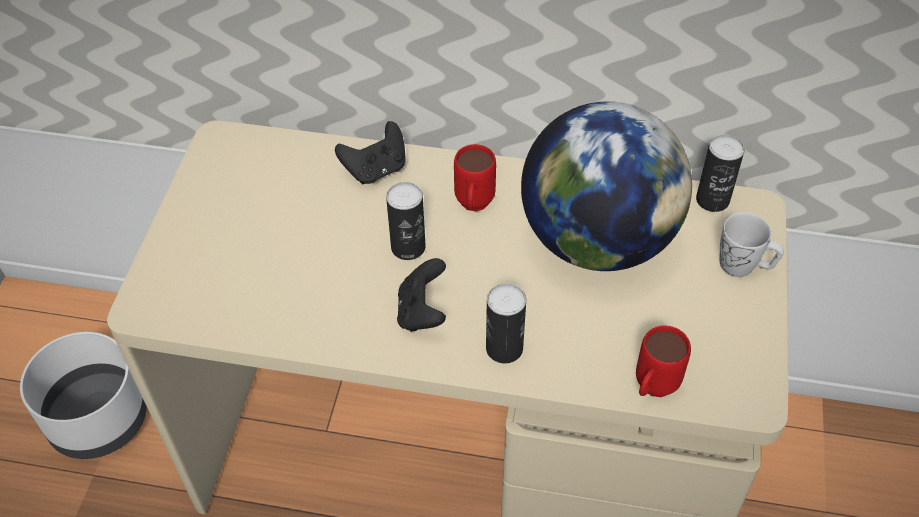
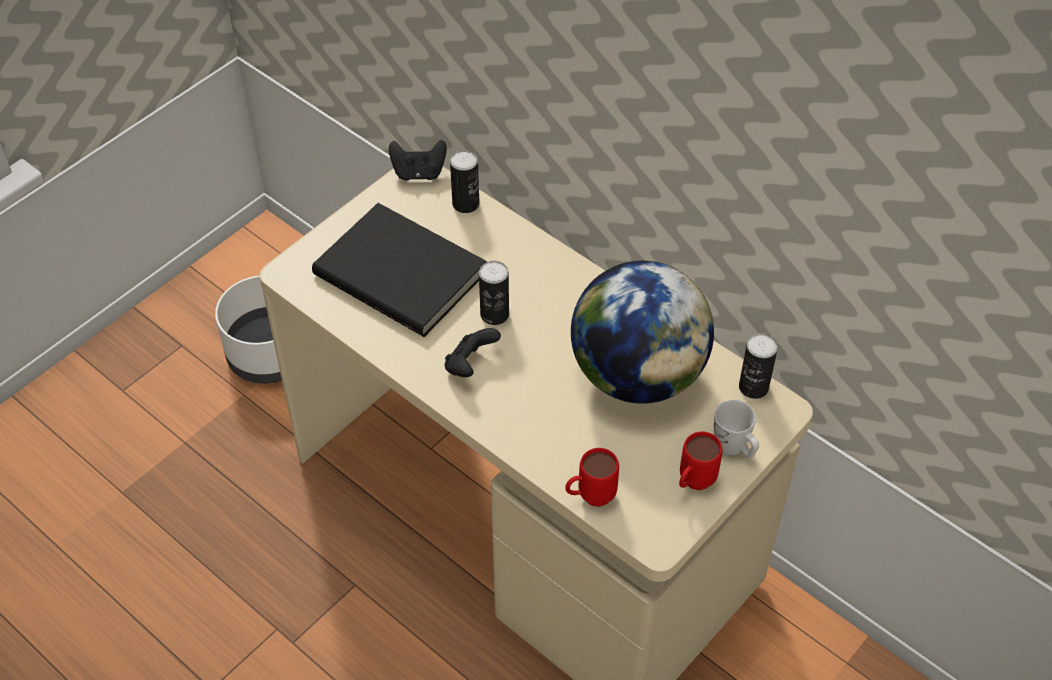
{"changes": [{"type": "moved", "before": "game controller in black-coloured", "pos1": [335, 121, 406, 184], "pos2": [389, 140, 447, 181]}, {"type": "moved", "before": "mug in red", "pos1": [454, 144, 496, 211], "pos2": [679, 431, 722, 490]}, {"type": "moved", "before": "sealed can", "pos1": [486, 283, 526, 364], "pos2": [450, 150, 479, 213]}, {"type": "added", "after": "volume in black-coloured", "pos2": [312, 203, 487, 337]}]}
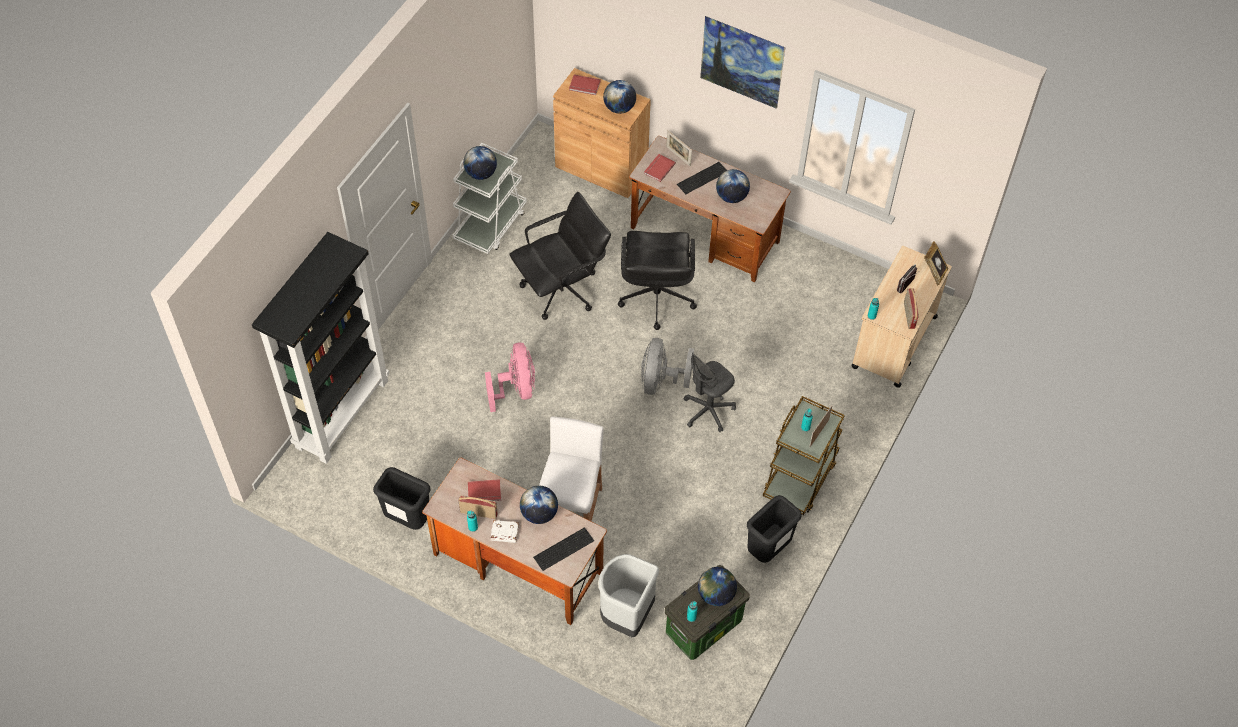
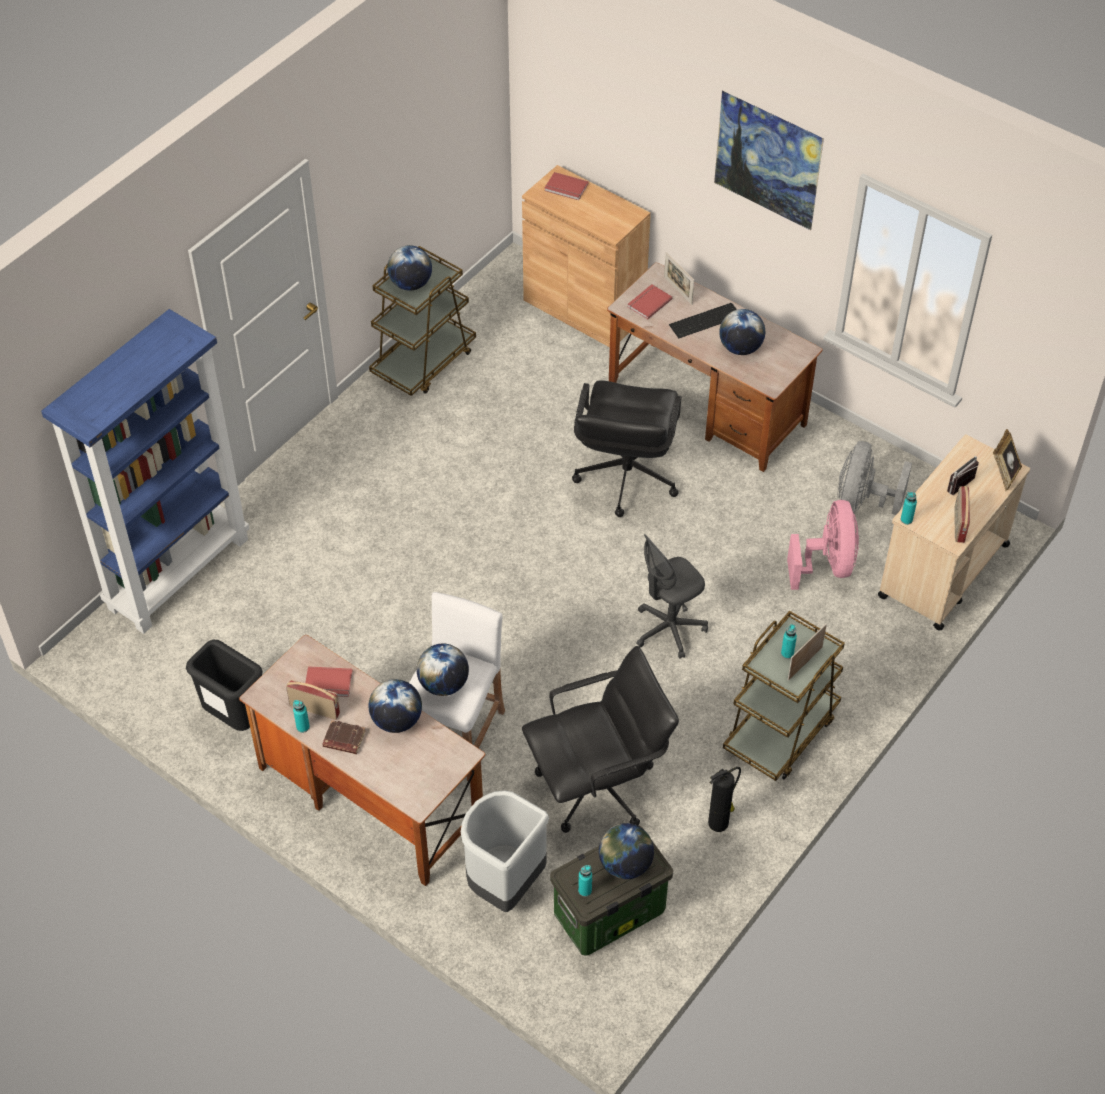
{"changes": [{"type": "recoloured", "before": "bookcase in black-coloured", "after": "bookcase in blue-coloured", "pos1": [252, 232, 390, 464], "pos2": [41, 309, 250, 634]}, {"type": "recoloured", "before": "cart in whitish", "after": "cart in brown-coloured", "pos1": [452, 143, 527, 254], "pos2": [369, 246, 476, 396]}, {"type": "moved", "before": "cooling fan in pink", "pos1": [485, 343, 535, 412], "pos2": [787, 500, 859, 590]}, {"type": "recoloured", "before": "volume in whitish", "after": "volume in brown-coloured", "pos1": [491, 520, 519, 543], "pos2": [323, 720, 366, 754]}, {"type": "moved", "before": "office chair in black-coloured", "pos1": [509, 192, 611, 320], "pos2": [522, 646, 679, 833]}, {"type": "removed", "before": "PC keyboard", "pos1": [533, 527, 594, 571]}, {"type": "moved", "before": "desk globe", "pos1": [603, 80, 636, 114], "pos2": [417, 644, 469, 696]}, {"type": "moved", "before": "cooling fan in grey", "pos1": [641, 338, 694, 395], "pos2": [837, 441, 912, 515]}, {"type": "replaced", "before": "trash can in black-coloured", "after": "extinguisher", "pos1": [747, 495, 802, 563], "pos2": [708, 767, 741, 832]}]}
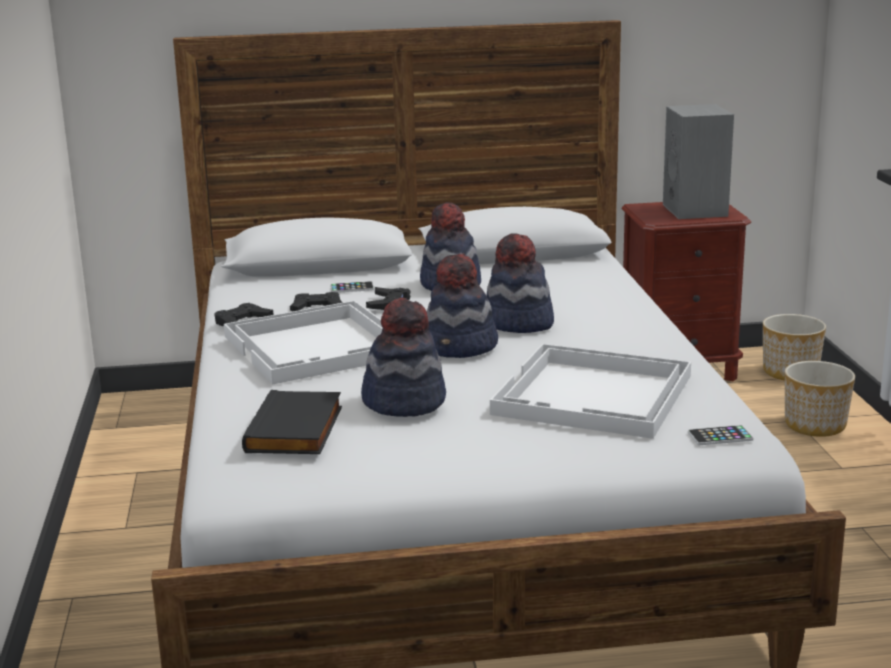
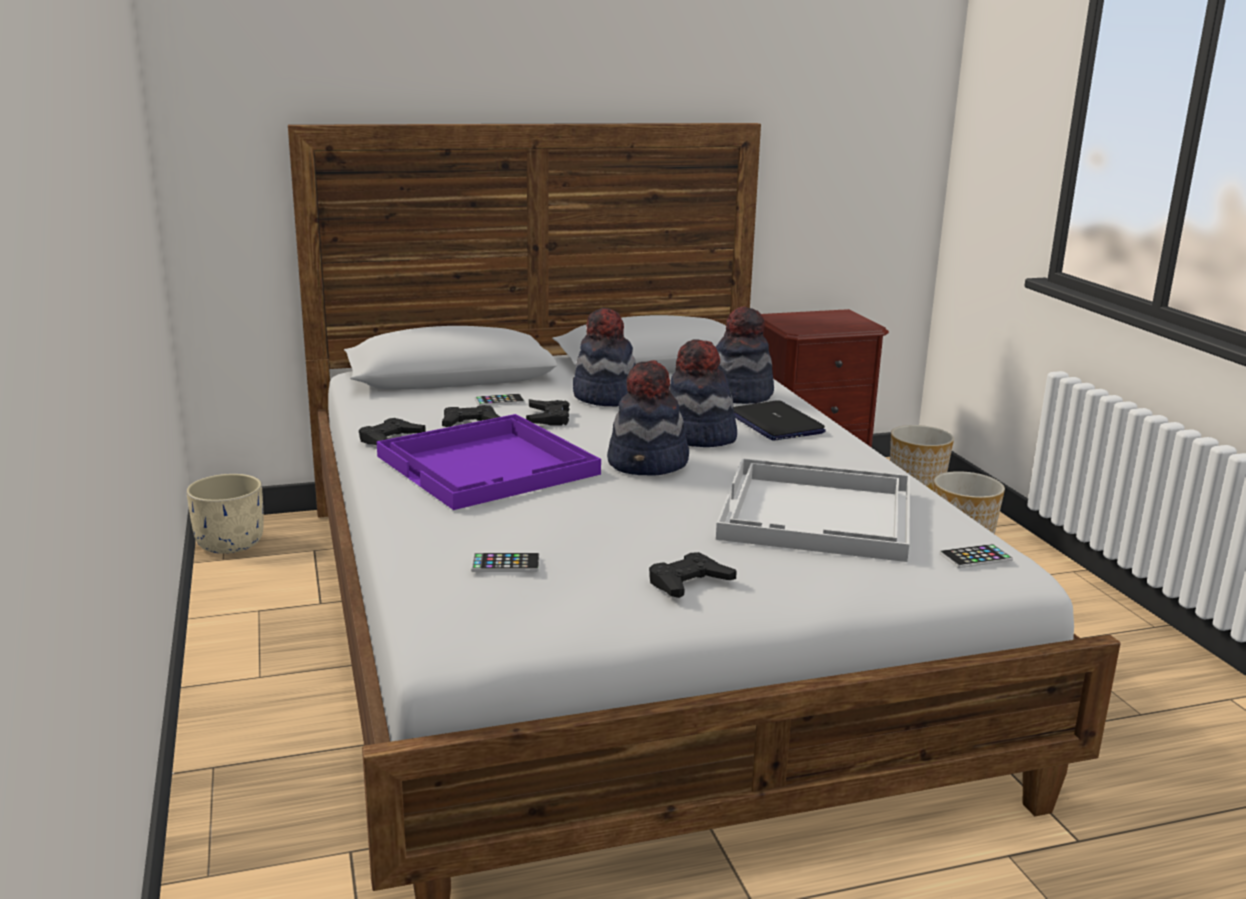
{"changes": [{"type": "recoloured", "before": "carrying tray in whitish", "after": "carrying tray in purplish", "pos1": [224, 301, 383, 385], "pos2": [377, 414, 601, 510]}, {"type": "replaced", "before": "volume in black-coloured", "after": "phone", "pos1": [242, 390, 342, 454], "pos2": [471, 553, 540, 572]}, {"type": "moved", "before": "clothing hat", "pos1": [361, 298, 446, 417], "pos2": [716, 306, 774, 404]}, {"type": "removed", "before": "speaker in grey", "pos1": [663, 104, 734, 219]}, {"type": "added", "after": "plant pot in sand-coloured", "pos2": [186, 474, 264, 554]}, {"type": "added", "after": "game controller in black-coloured", "pos2": [649, 552, 737, 598]}, {"type": "added", "after": "portable computer", "pos2": [733, 400, 826, 441]}]}
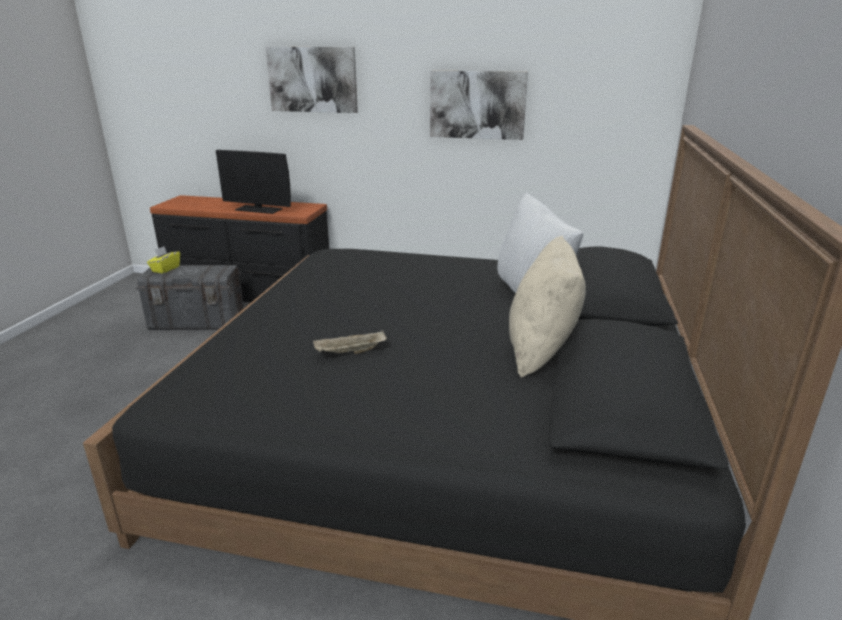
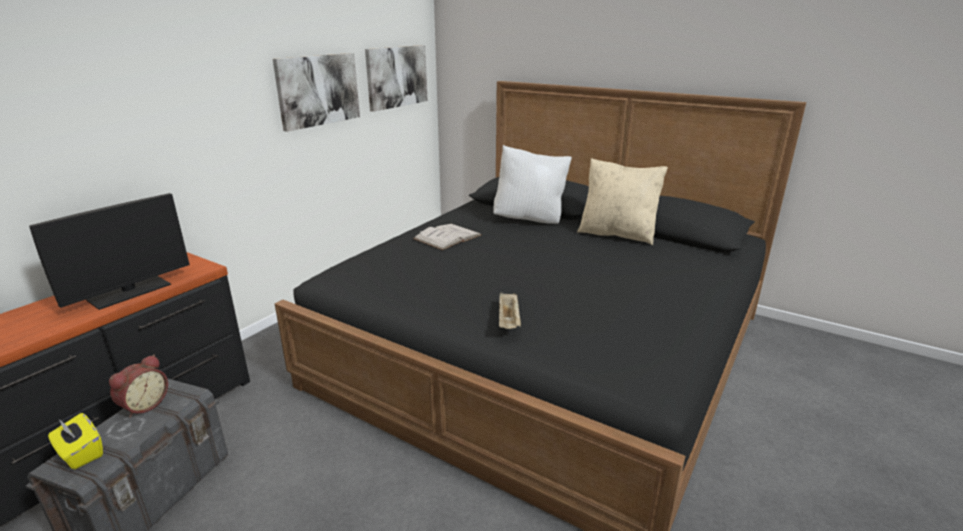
{"changes": [{"type": "moved", "before": "wall picture", "pos1": [266, 47, 358, 113], "pos2": [365, 45, 427, 112]}, {"type": "moved", "before": "carrying tray in sand-coloured", "pos1": [313, 331, 387, 354], "pos2": [499, 292, 521, 329]}, {"type": "added", "after": "table clock", "pos2": [109, 355, 168, 418]}, {"type": "added", "after": "volume in whitish", "pos2": [413, 224, 481, 250]}]}
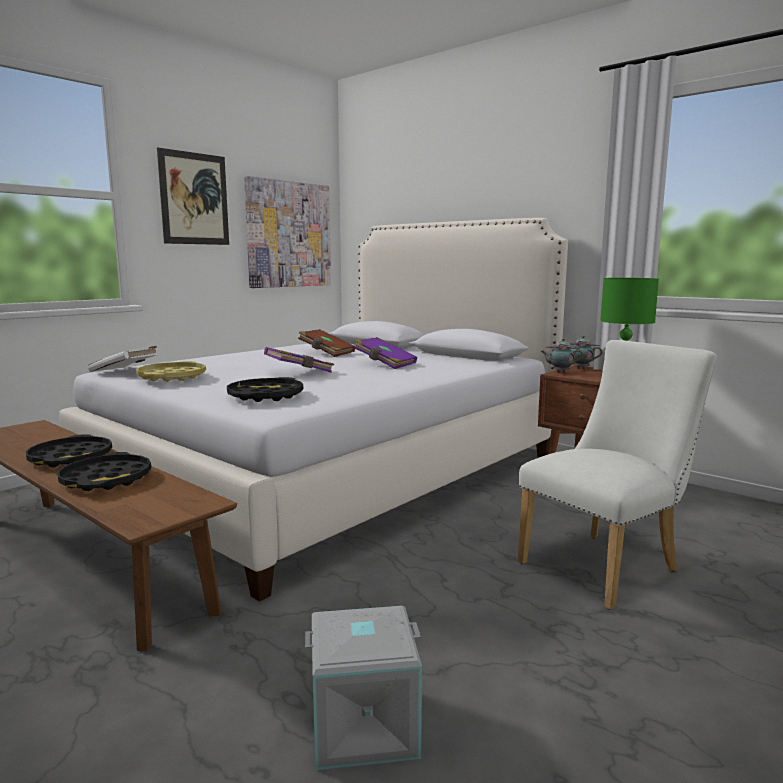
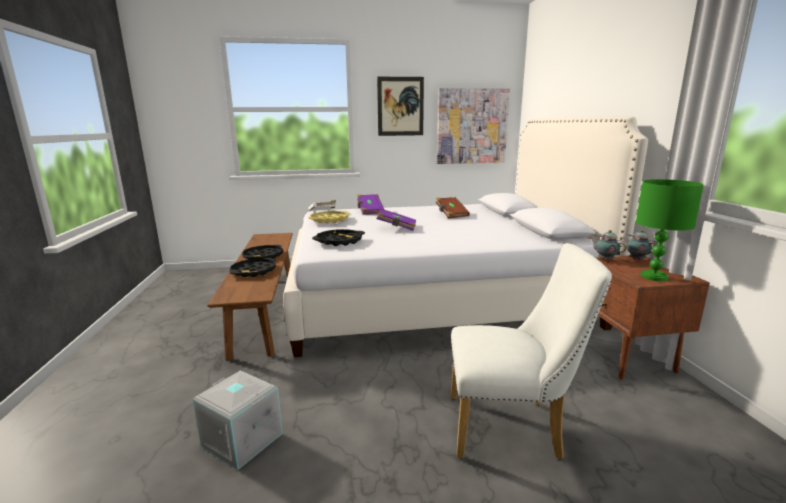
{"changes": [{"type": "moved", "before": "volume in purplish", "pos1": [354, 337, 417, 369], "pos2": [357, 194, 384, 215]}]}
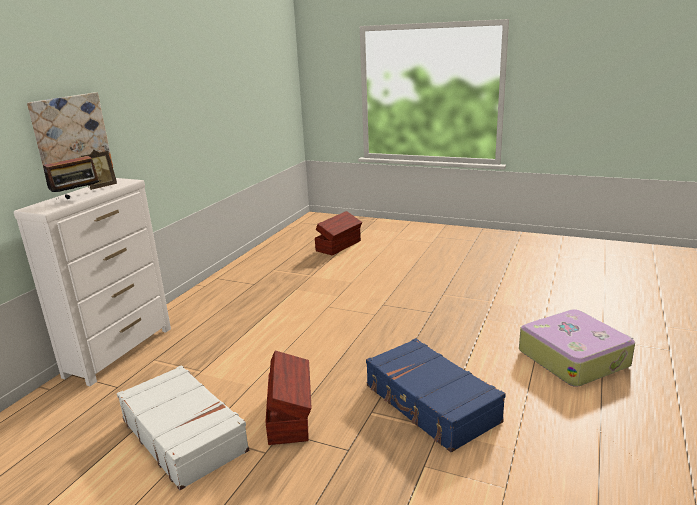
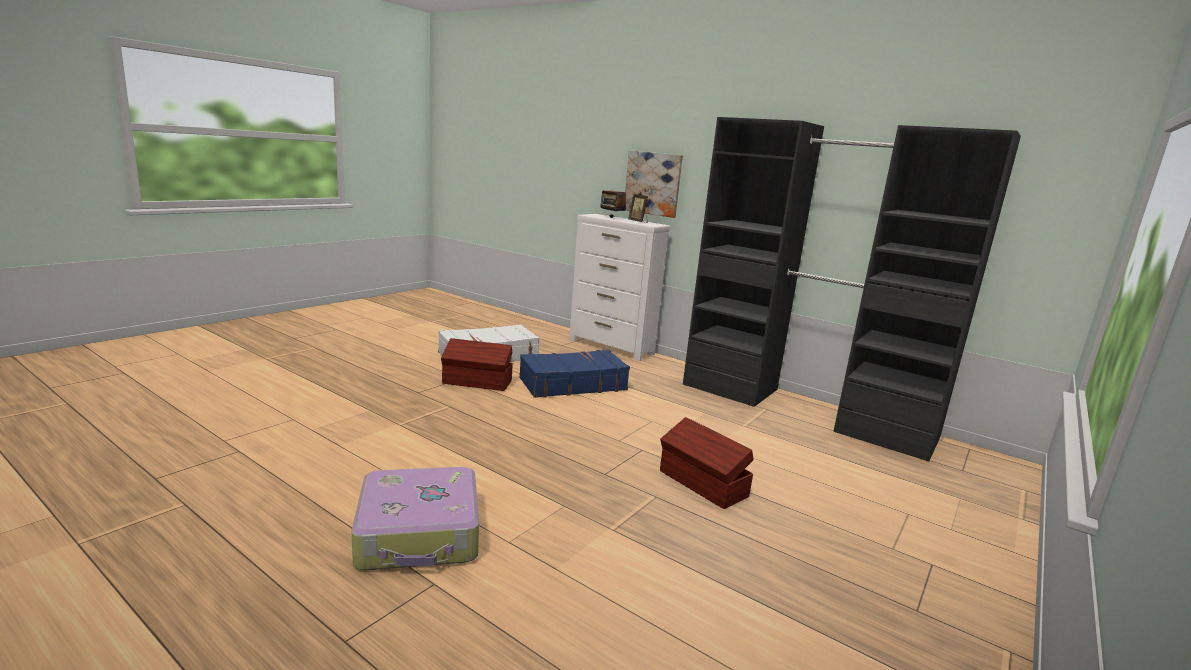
{"changes": [{"type": "moved", "before": "storage bin in brown-coloured", "pos1": [315, 211, 362, 255], "pos2": [660, 417, 754, 509]}, {"type": "moved", "before": "suitcase in blue-coloured", "pos1": [366, 338, 506, 453], "pos2": [519, 350, 630, 398]}, {"type": "added", "after": "armoire in black-coloured", "pos2": [683, 117, 1021, 461]}]}
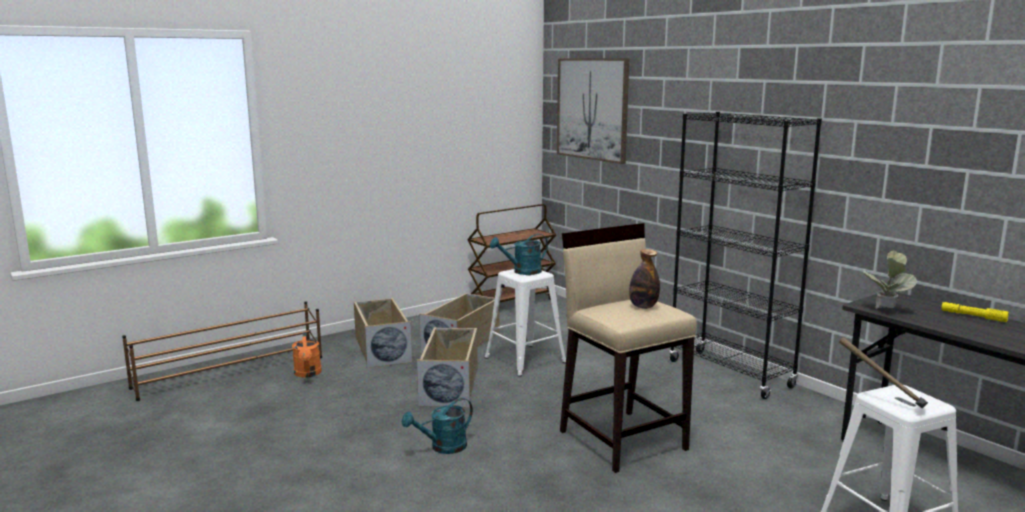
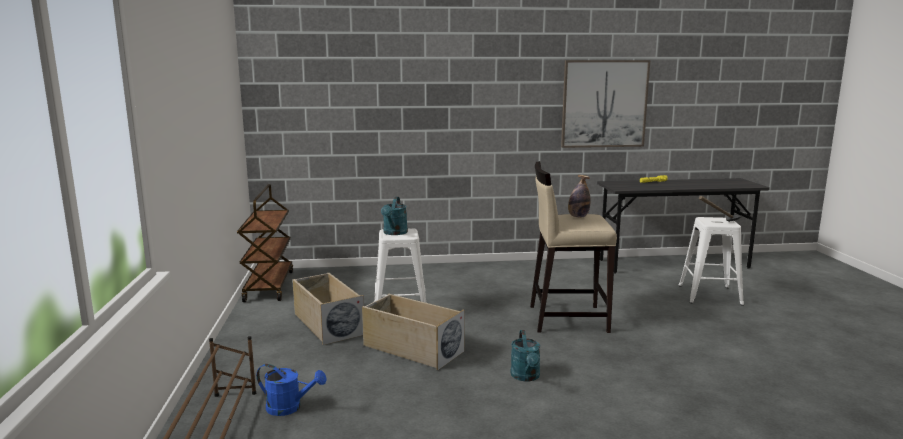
{"changes": [{"type": "recoloured", "before": "sprinkling can in orange-coloured", "after": "sprinkling can in blue-coloured", "pos1": [292, 332, 322, 378], "pos2": [257, 364, 327, 416]}, {"type": "removed", "before": "storage bin in sand-coloured", "pos1": [354, 298, 413, 368]}, {"type": "moved", "before": "wall picture", "pos1": [557, 58, 629, 164], "pos2": [561, 60, 650, 148]}, {"type": "removed", "before": "bookcase in black-coloured", "pos1": [669, 112, 822, 399]}, {"type": "removed", "before": "houseplant", "pos1": [863, 251, 917, 309]}]}
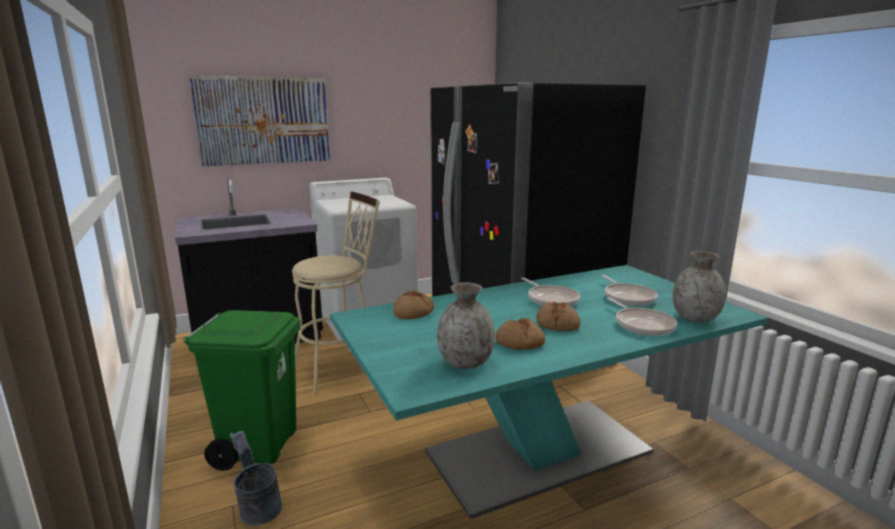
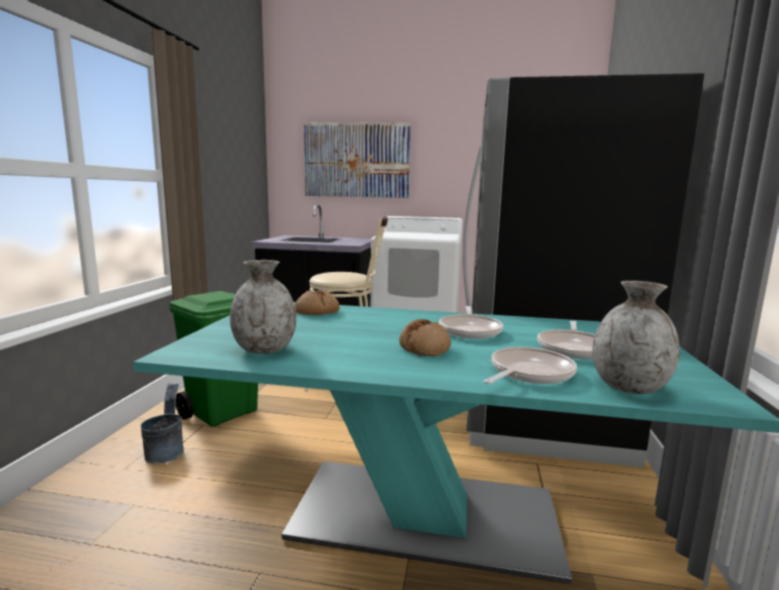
{"changes": [{"type": "removed", "before": "bread", "pos1": [495, 318, 545, 350]}, {"type": "turned", "before": "skillet", "pos1": [607, 297, 677, 336], "pos2": [483, 347, 577, 384], "turn": -150}]}
